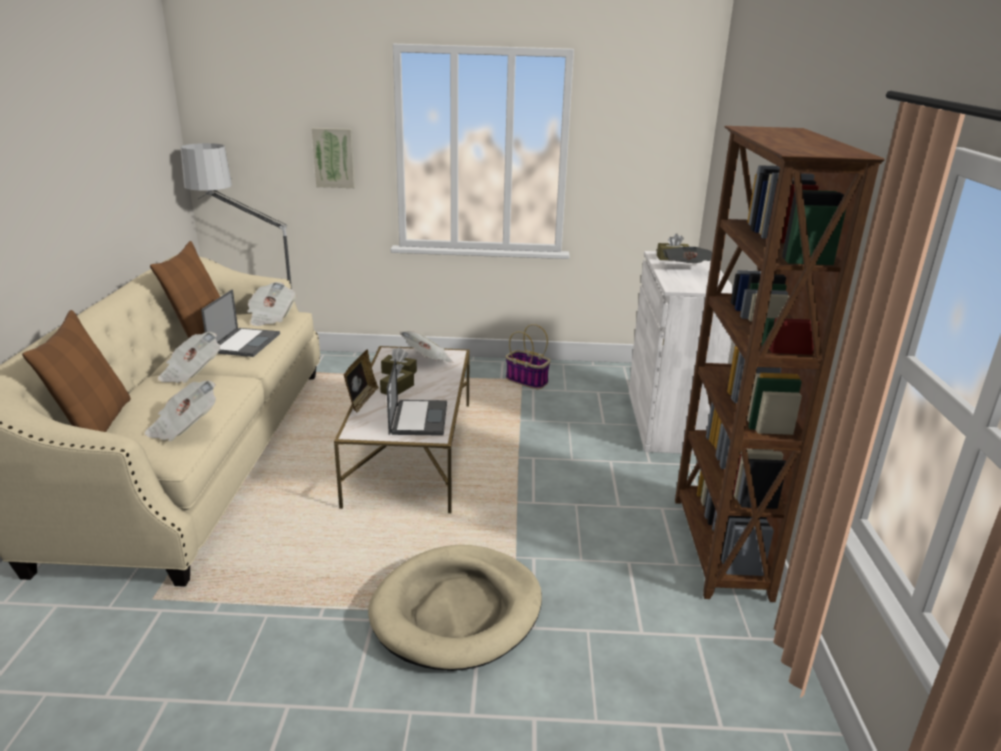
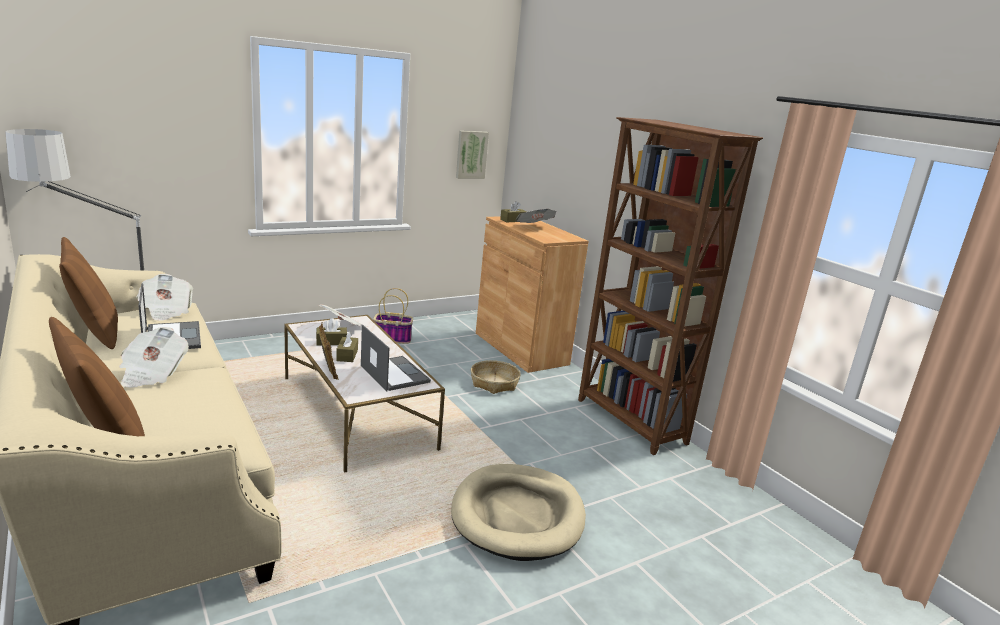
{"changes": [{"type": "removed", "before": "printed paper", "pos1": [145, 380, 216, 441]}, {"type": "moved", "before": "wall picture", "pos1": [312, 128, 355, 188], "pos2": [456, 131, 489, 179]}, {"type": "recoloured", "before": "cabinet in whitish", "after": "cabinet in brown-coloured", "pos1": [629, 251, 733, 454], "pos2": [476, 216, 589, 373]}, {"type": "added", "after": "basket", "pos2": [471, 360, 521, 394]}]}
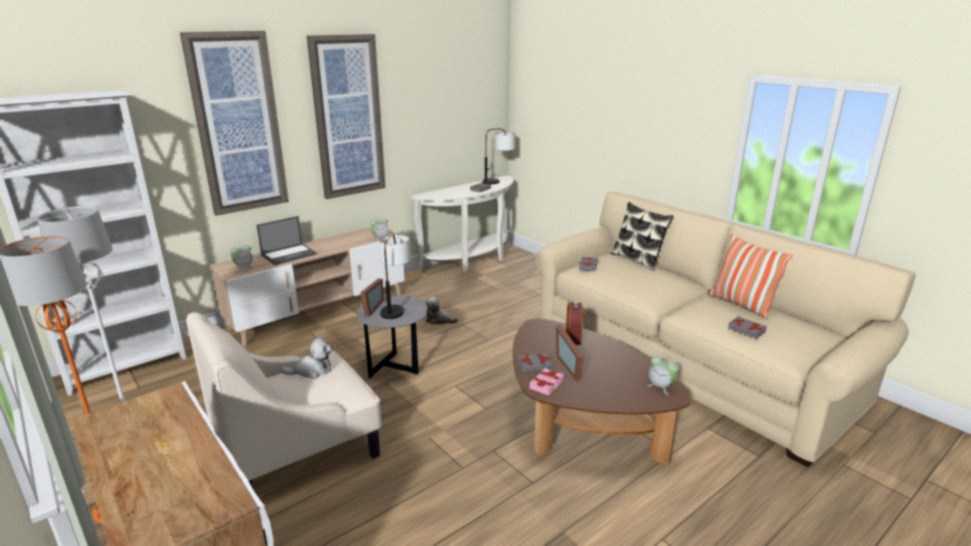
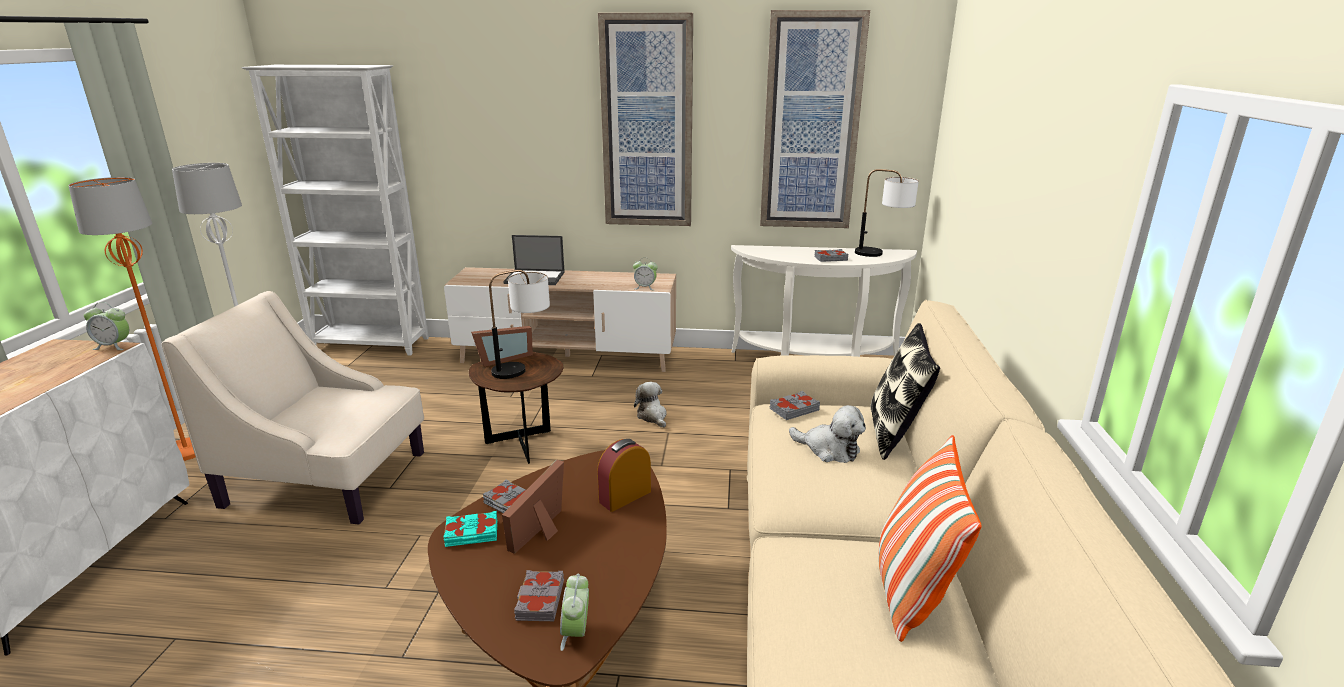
{"changes": [{"type": "moved", "before": "wall picture", "pos1": [180, 31, 289, 216], "pos2": [760, 10, 870, 228]}, {"type": "moved", "before": "table clock", "pos1": [230, 243, 253, 272], "pos2": [84, 302, 129, 350]}, {"type": "moved", "before": "plush toy", "pos1": [281, 338, 333, 379], "pos2": [789, 405, 866, 463]}, {"type": "recoloured", "before": "side table in grey", "after": "side table in brown-coloured", "pos1": [358, 296, 427, 378], "pos2": [468, 352, 563, 464]}, {"type": "recoloured", "before": "volume in pink", "after": "volume in turquoise", "pos1": [530, 368, 564, 395], "pos2": [443, 511, 497, 547]}, {"type": "moved", "before": "volume in grey", "pos1": [728, 316, 767, 339], "pos2": [514, 570, 564, 621]}]}
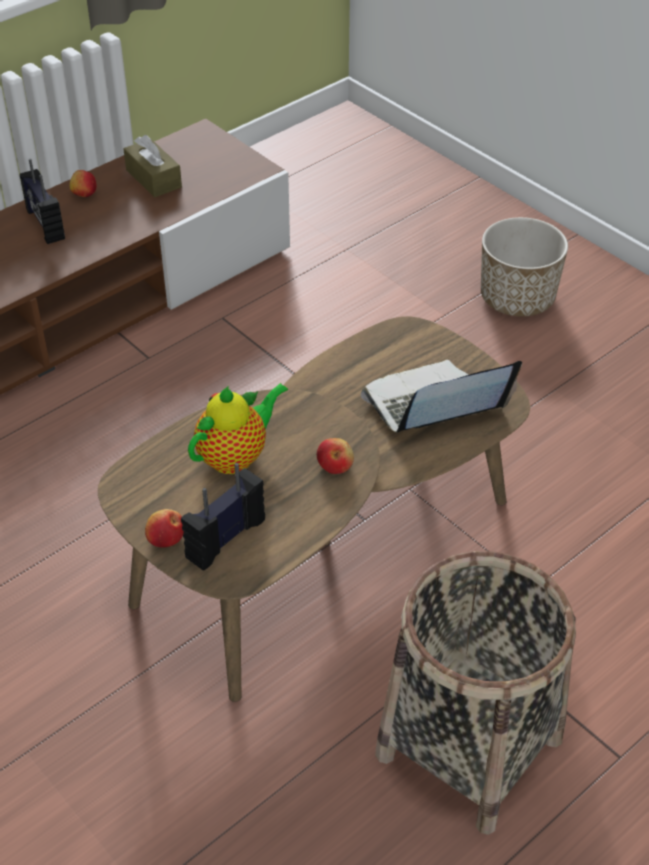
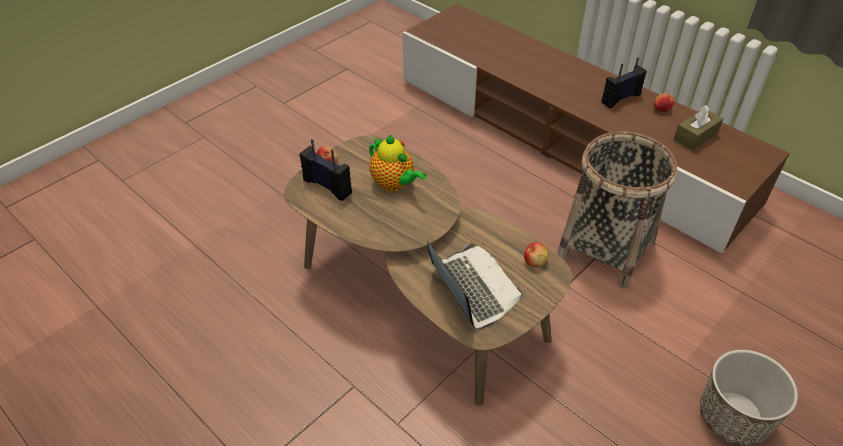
{"changes": [{"type": "moved", "before": "apple fruit", "pos1": [317, 438, 354, 474], "pos2": [524, 242, 549, 267]}, {"type": "moved", "before": "basket", "pos1": [375, 551, 576, 835], "pos2": [557, 131, 677, 288]}]}
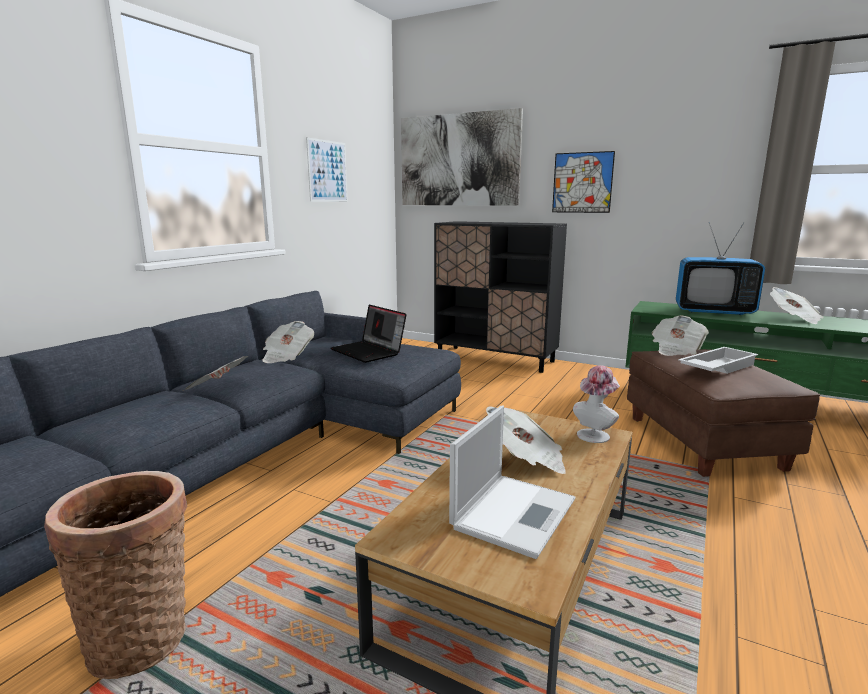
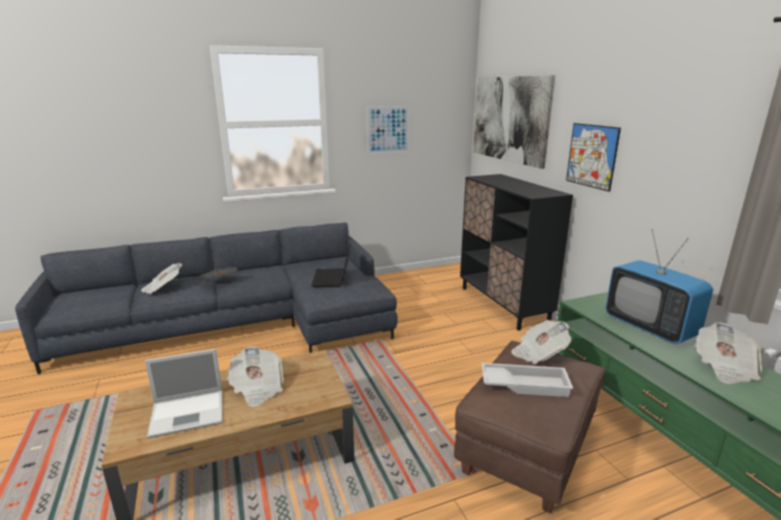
{"changes": [{"type": "removed", "before": "basket", "pos1": [44, 471, 187, 679]}, {"type": "moved", "before": "printed paper", "pos1": [262, 321, 314, 363], "pos2": [141, 263, 182, 294]}, {"type": "removed", "before": "clothing hat", "pos1": [573, 365, 620, 443]}]}
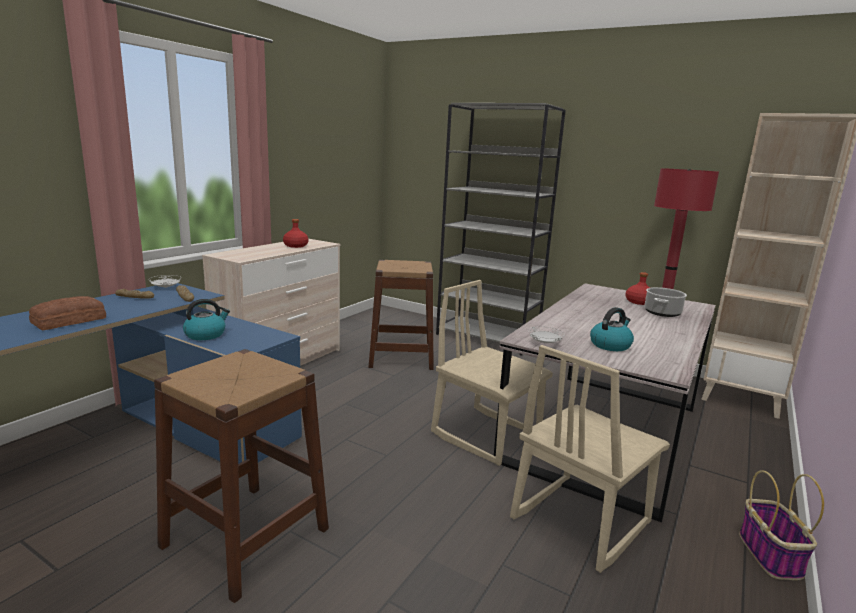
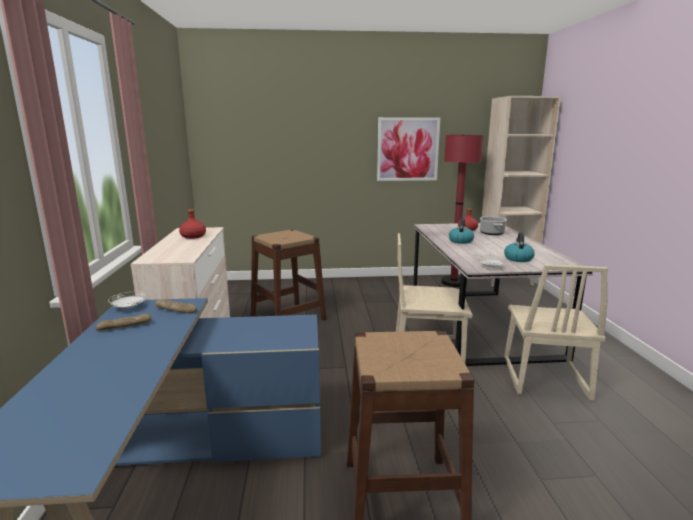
{"changes": [{"type": "removed", "before": "bread", "pos1": [29, 296, 106, 330]}, {"type": "moved", "before": "water kettle", "pos1": [183, 299, 230, 340], "pos2": [449, 218, 474, 244]}, {"type": "removed", "before": "bookcase in grey", "pos1": [436, 103, 566, 356]}, {"type": "removed", "before": "basket", "pos1": [739, 470, 824, 580]}, {"type": "added", "after": "wall picture", "pos2": [377, 117, 440, 181]}]}
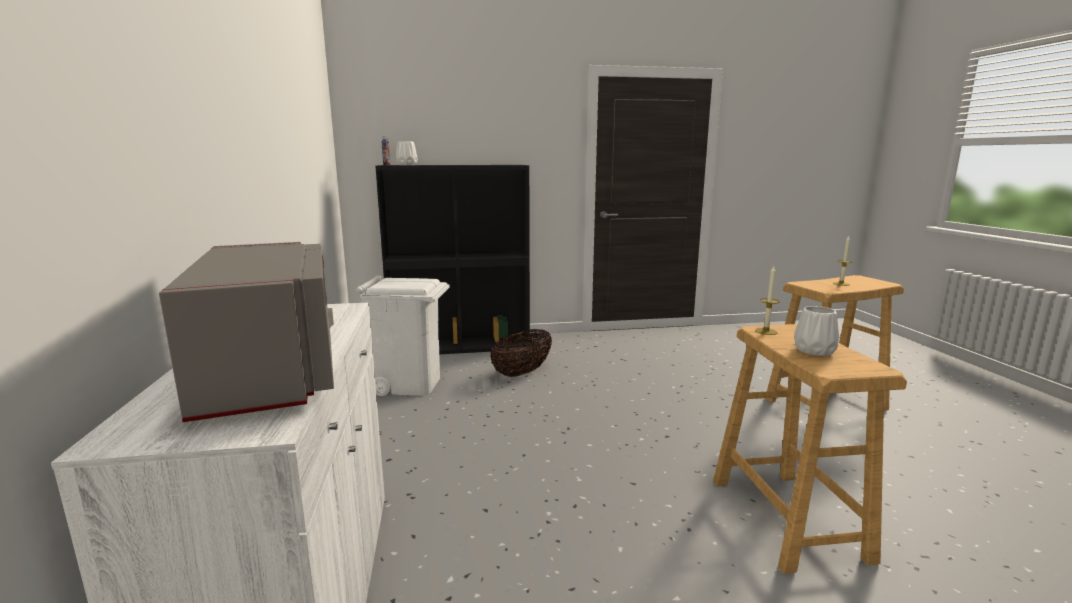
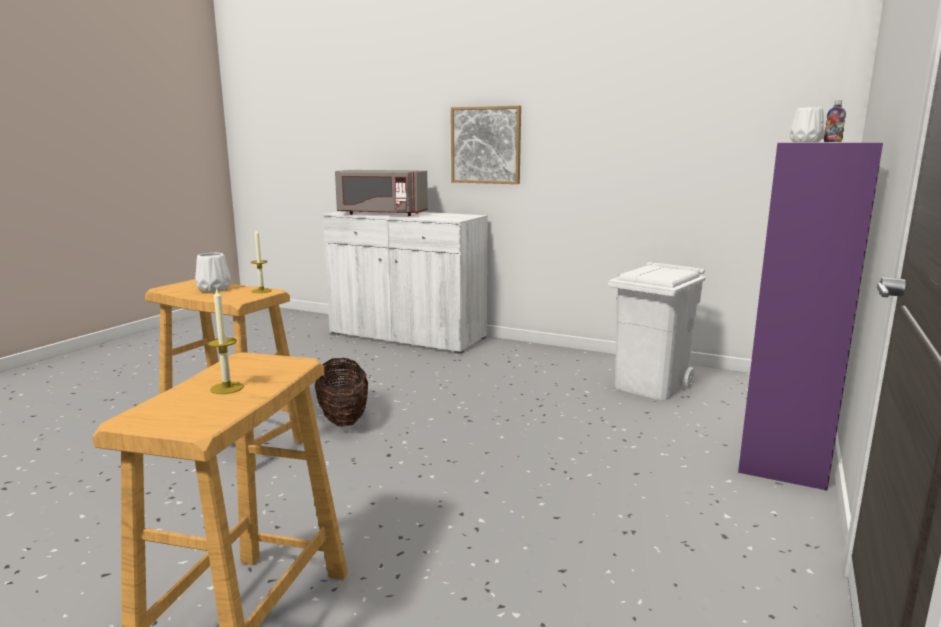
{"changes": [{"type": "recoloured", "before": "bookcase in black-coloured", "after": "bookcase in purplish", "pos1": [376, 165, 530, 354], "pos2": [738, 143, 883, 490]}, {"type": "moved", "before": "basket", "pos1": [490, 329, 552, 377], "pos2": [315, 358, 368, 427]}, {"type": "added", "after": "wall picture", "pos2": [451, 106, 521, 184]}]}
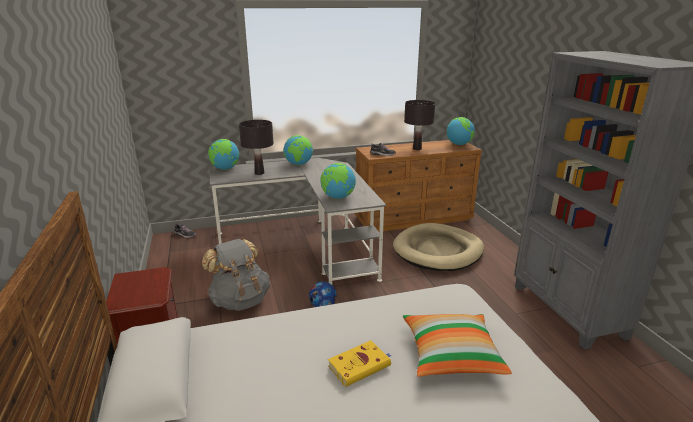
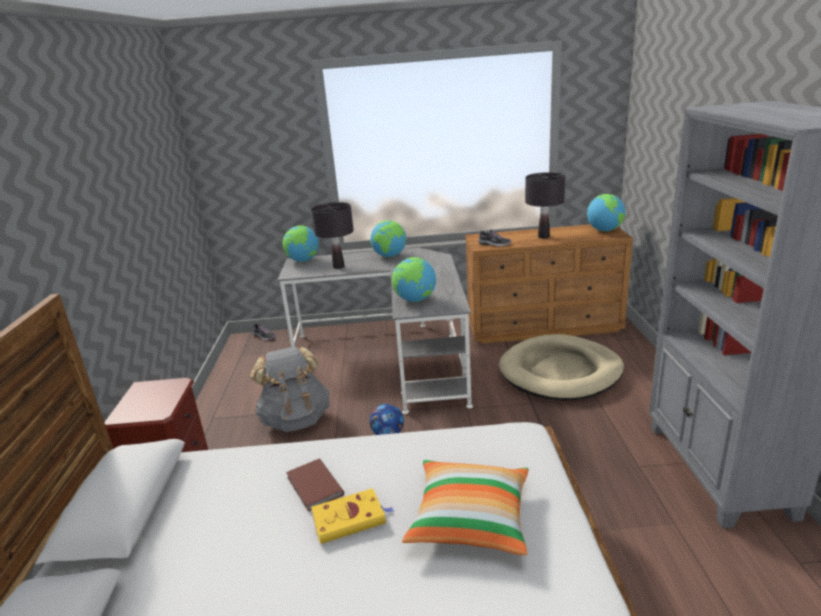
{"changes": [{"type": "added", "after": "volume in brown-coloured", "pos2": [286, 459, 344, 511]}]}
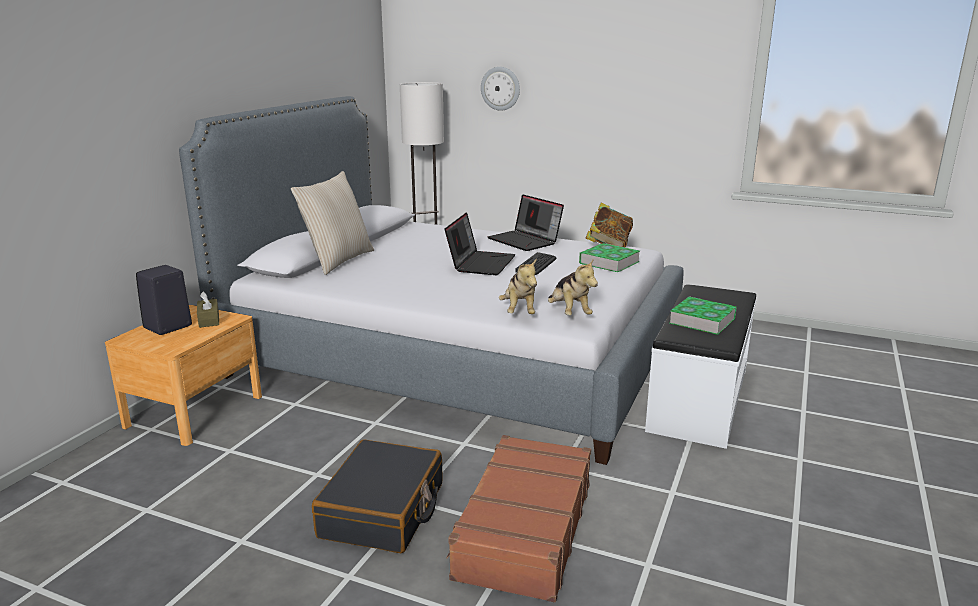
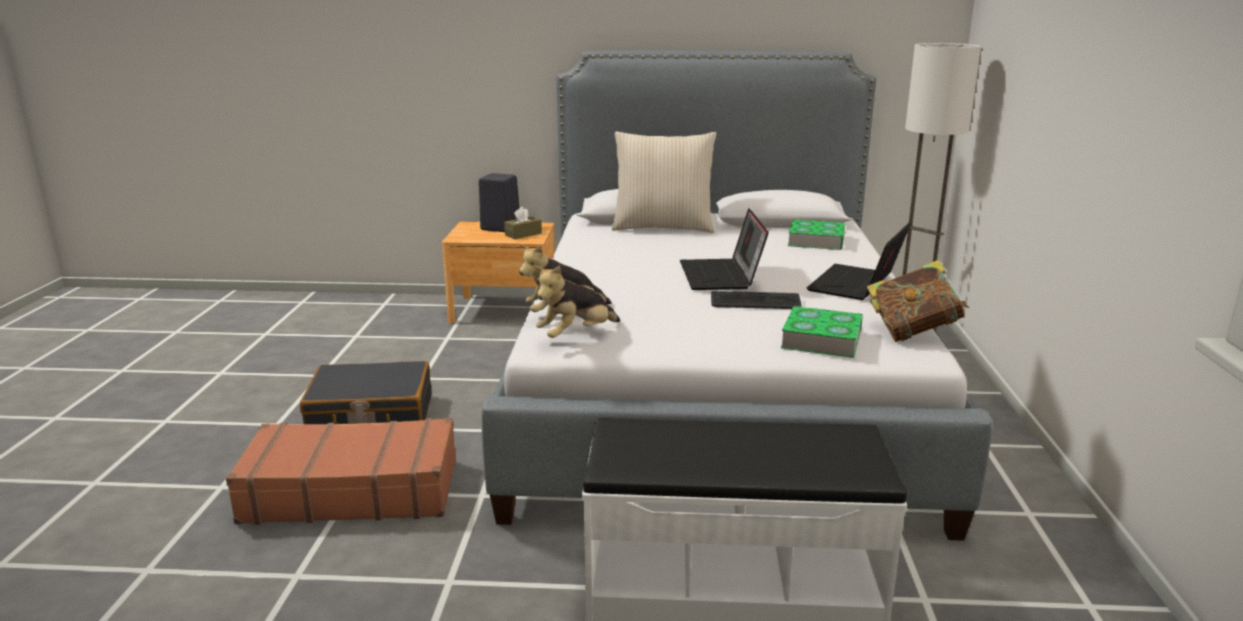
{"changes": [{"type": "turned", "before": "portable computer", "pos1": [444, 212, 516, 275], "pos2": [680, 208, 769, 290], "turn": 90}, {"type": "removed", "before": "clock on the wall", "pos1": [481, 67, 520, 111]}, {"type": "moved", "before": "volume", "pos1": [669, 296, 737, 335], "pos2": [788, 219, 845, 250]}]}
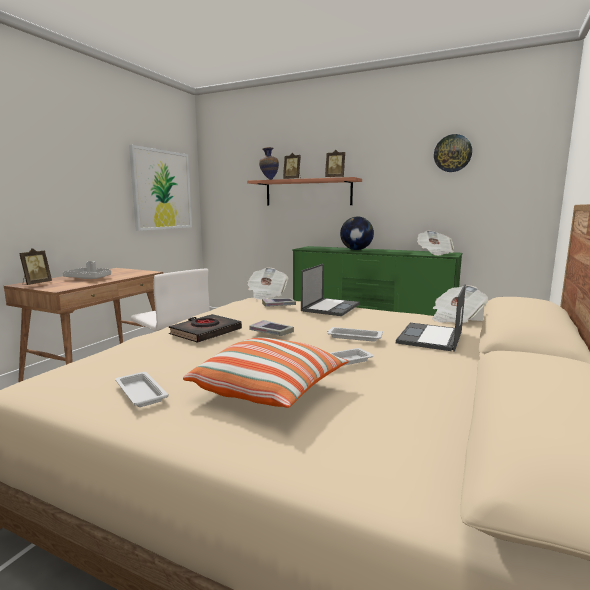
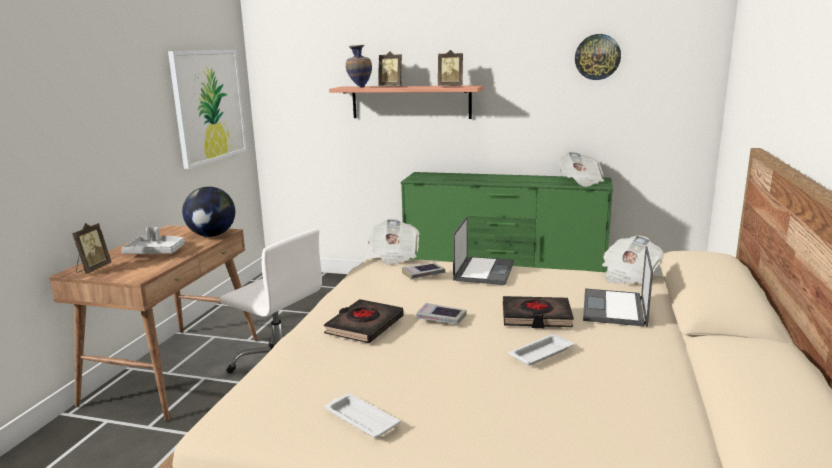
{"changes": [{"type": "removed", "before": "throw pillow", "pos1": [183, 337, 349, 408]}, {"type": "replaced", "before": "carrying tray in whitish", "after": "volume in black-coloured", "pos1": [327, 327, 383, 342], "pos2": [503, 296, 574, 328]}, {"type": "moved", "before": "desk globe", "pos1": [340, 217, 374, 250], "pos2": [182, 186, 235, 237]}]}
